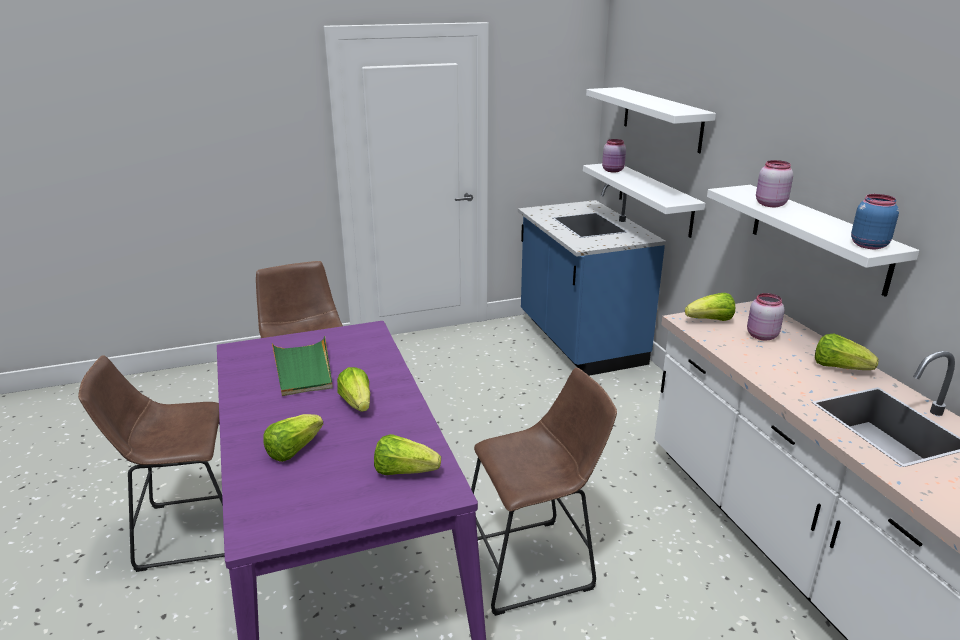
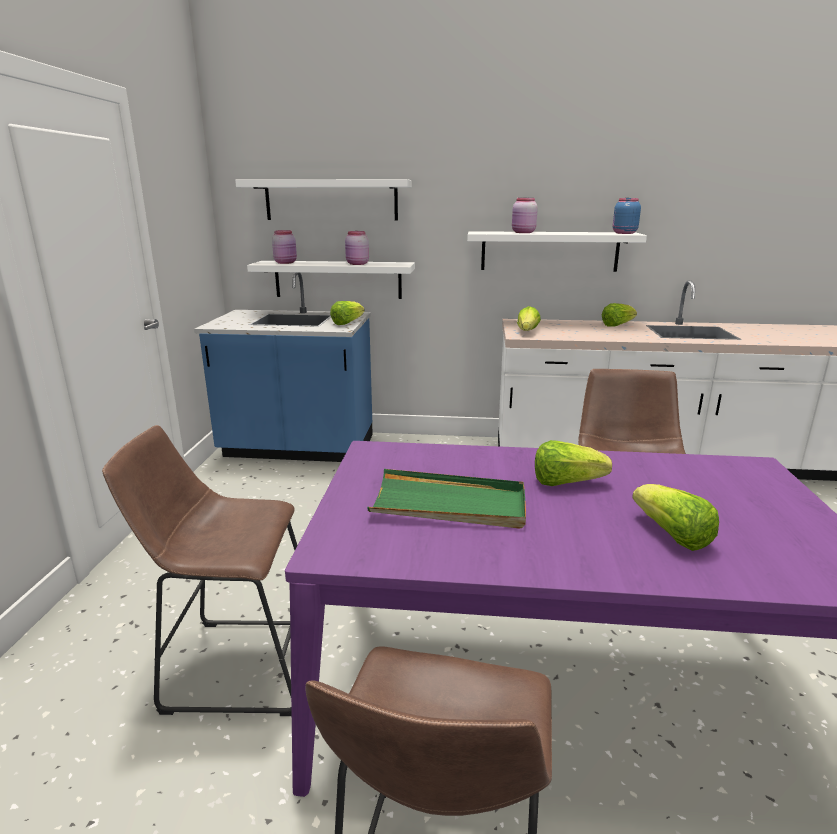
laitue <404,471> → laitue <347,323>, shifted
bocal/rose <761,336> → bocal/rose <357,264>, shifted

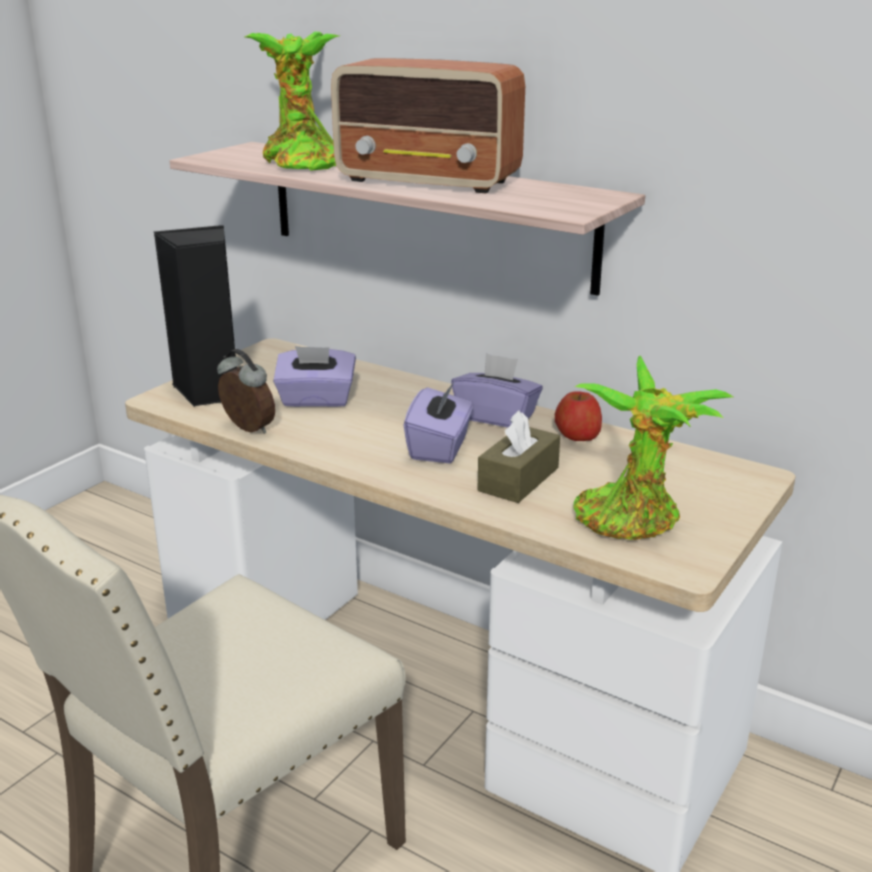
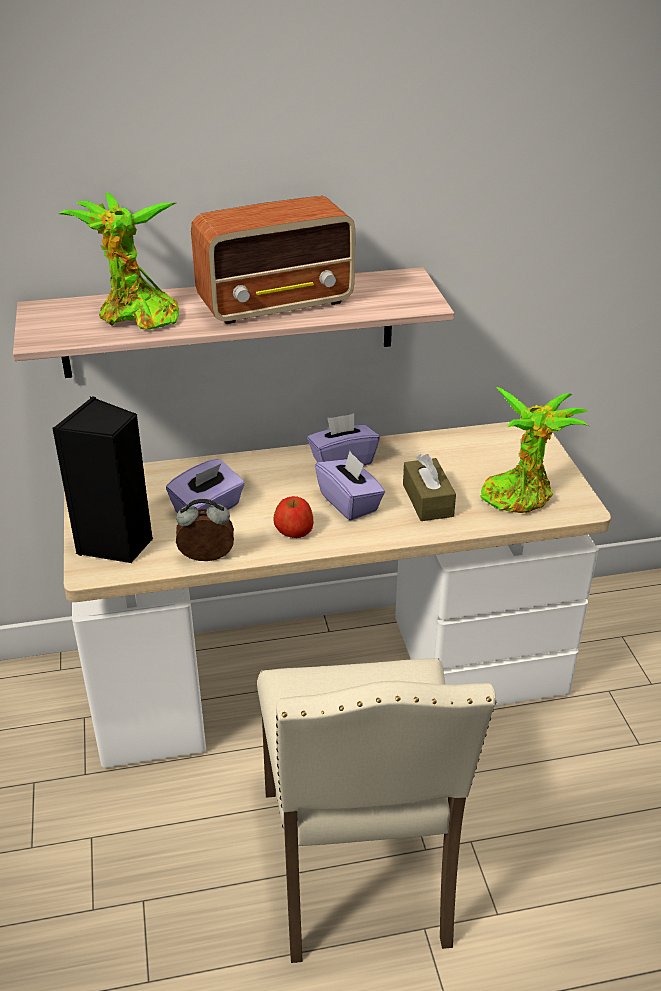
pomme <577,435> → pomme <294,531>, shifted

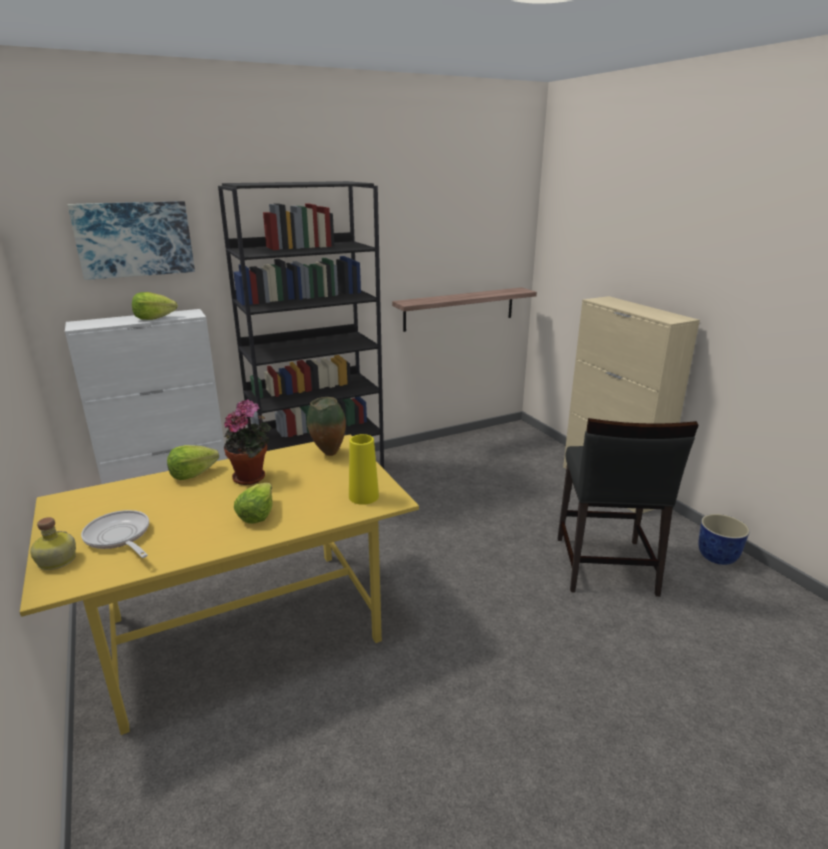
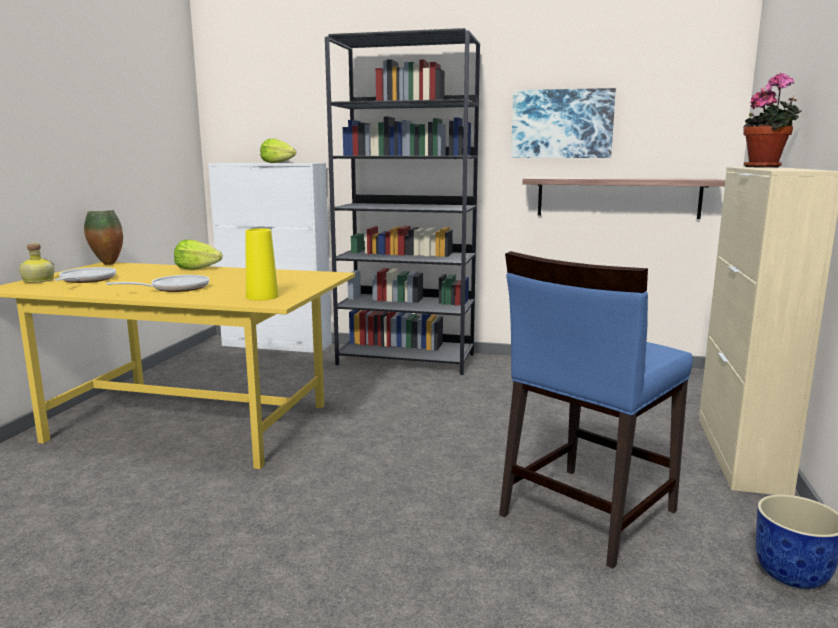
tableau <134,239> → tableau <562,124>, shifted
plante en pot <252,477> → plante en pot <766,167>, shifted
vase <328,454> → vase <107,264>, shifted
laitue <257,514> → poêle <175,288>
chaise/noir <604,566> → chaise/bleu <586,513>

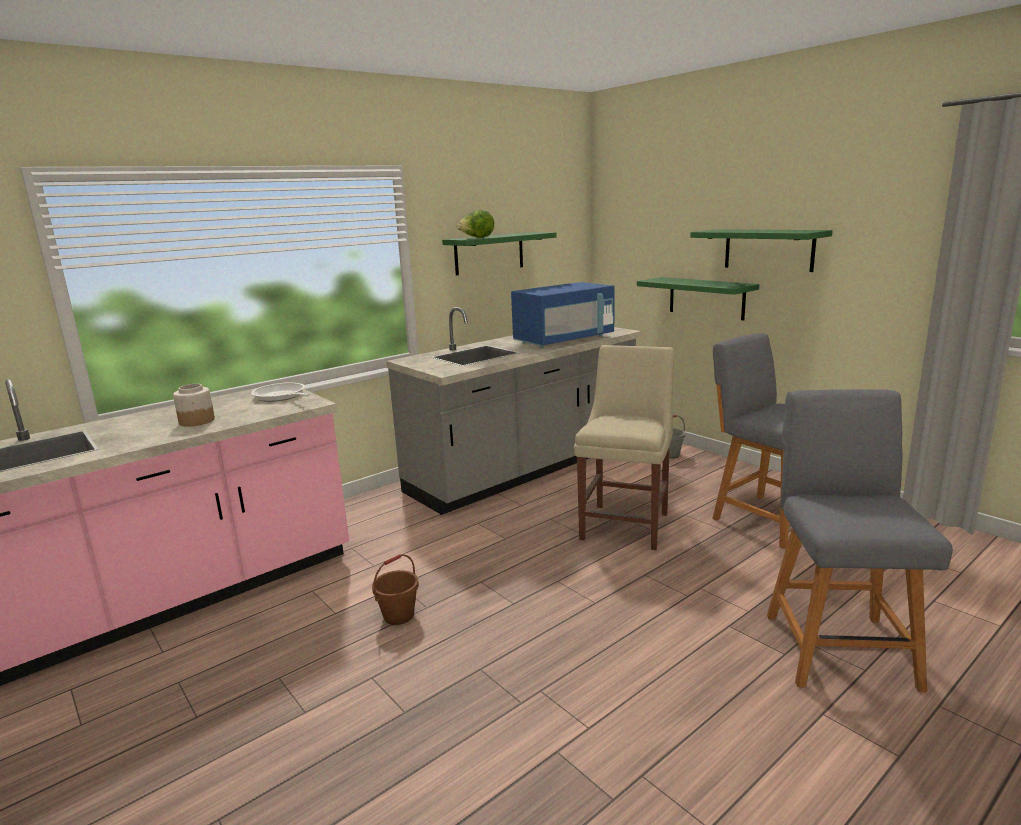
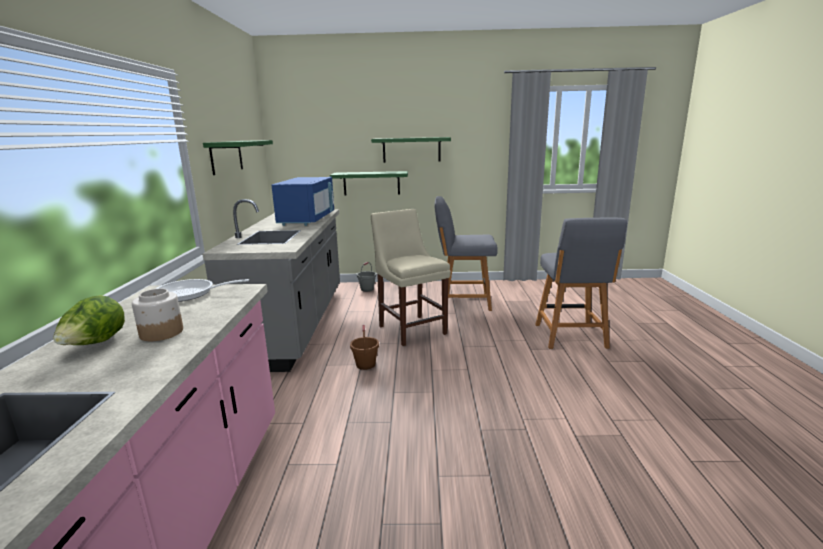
seau/marron <398,615> → seau/marron <365,364>, shifted
laitue <476,238> → laitue <95,344>, shifted
chaise/gris <837,646> → chaise/gris <571,337>, 135 degrees counterclockwise

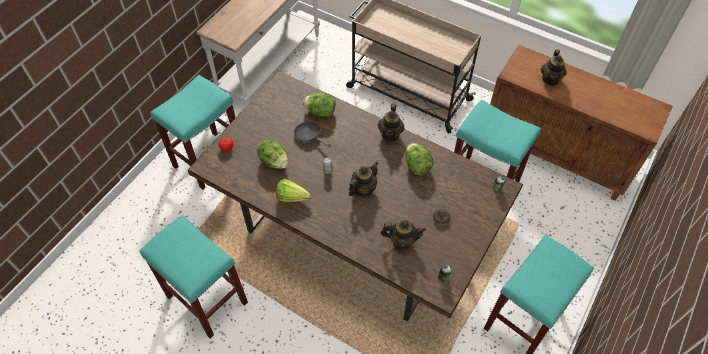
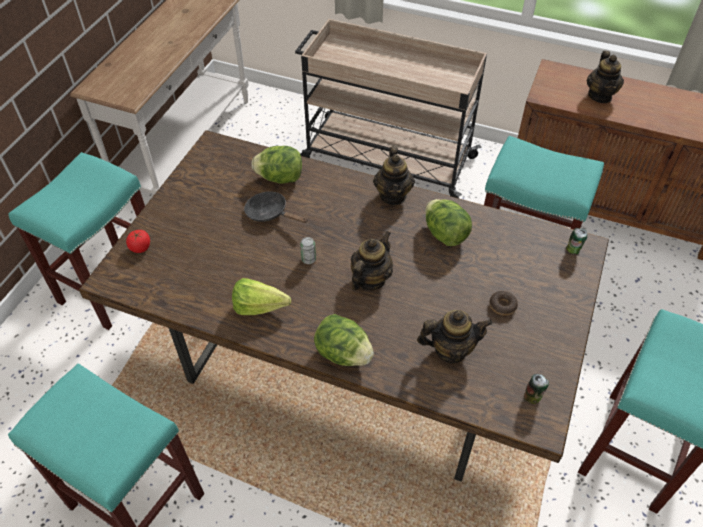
laitue <274,161> → laitue <343,353>, shifted

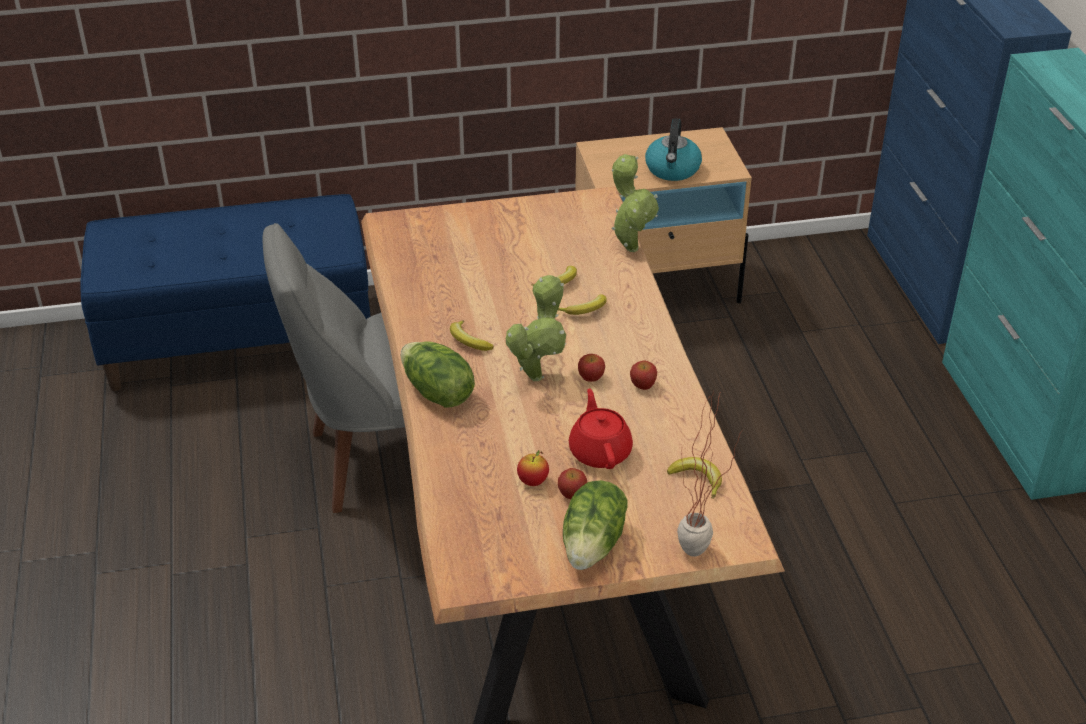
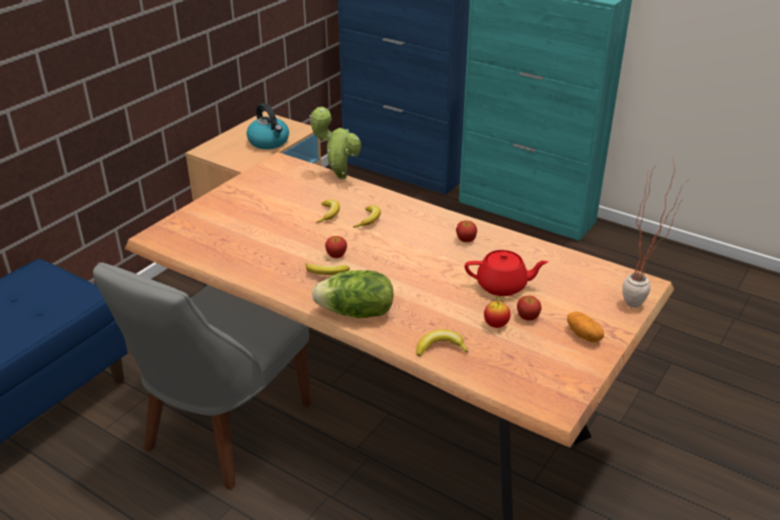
plante en pot <537,374> → -
pomme <591,378> → pomme <336,255>, shifted
banane <697,479> → banane <440,348>, shifted
laitue <594,544> → pomme de terre <584,335>
théière/rouge <600,451> → théière/rouge <502,286>, 150 degrees clockwise

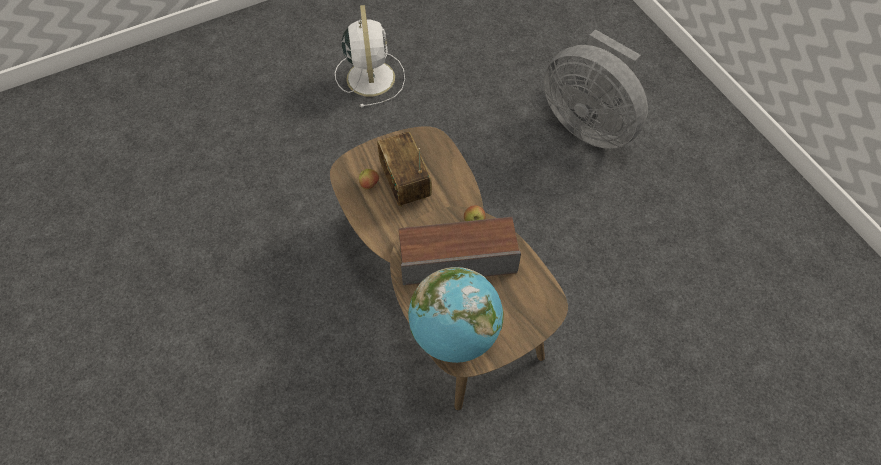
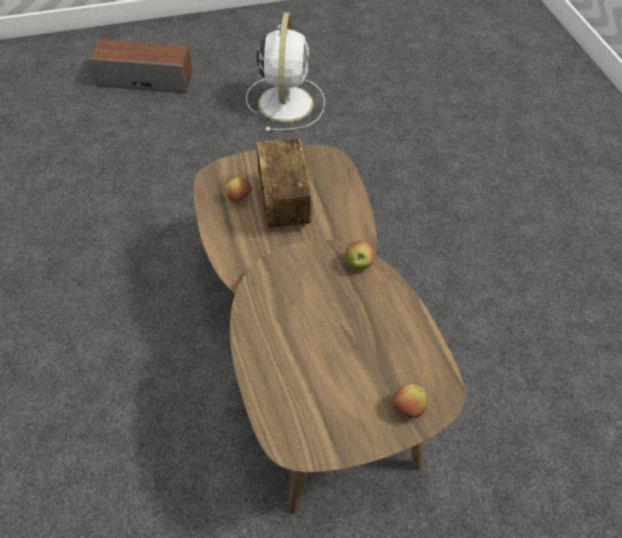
globe <455,334> → -
ventilateur/gris <589,123> → -
- → pomme <408,408>
enceinte <457,260> → enceinte <145,78>, shifted

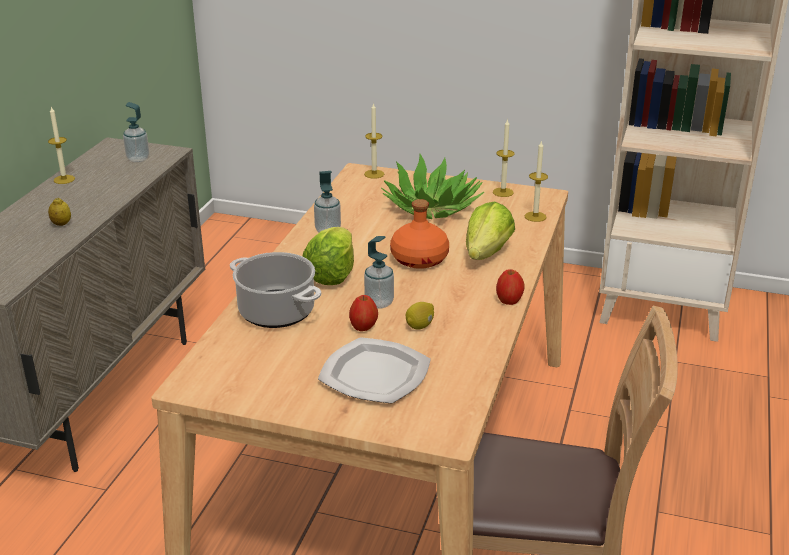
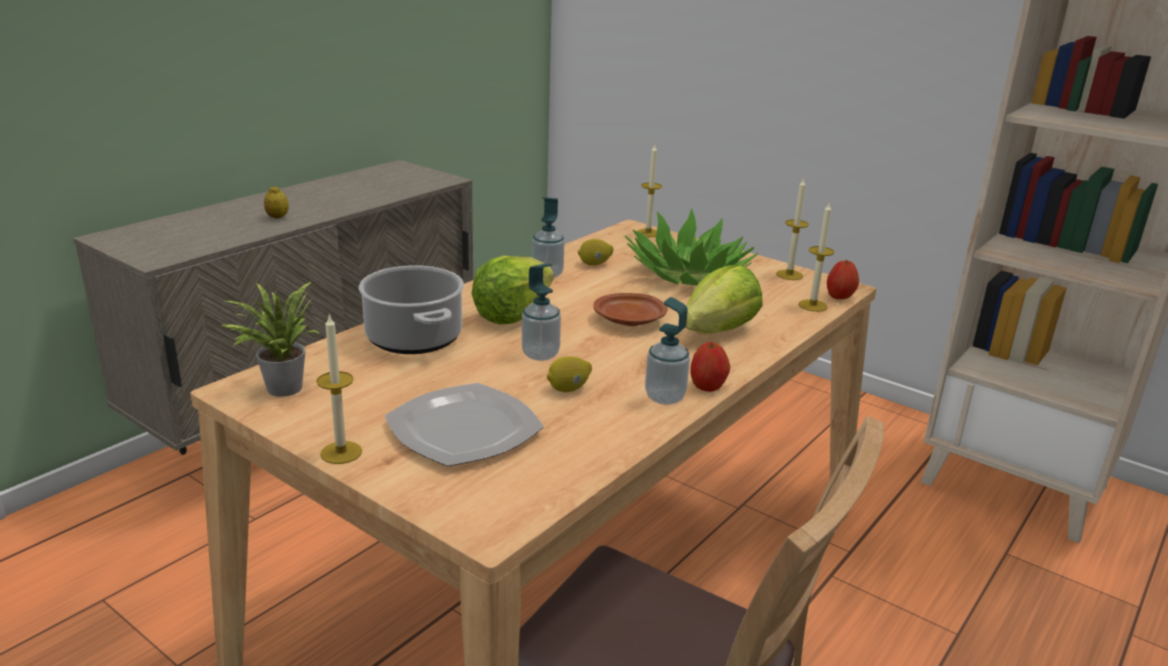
- → plante en pot <280,387>
- → citron <594,264>
bougie <64,179> → bougie <341,452>, shifted
distributeur de savon <138,159> → distributeur de savon <665,397>, shifted
pomme <363,327> → pomme <840,297>, shifted
bouteille/orange <420,259> → assiette/marron <630,320>

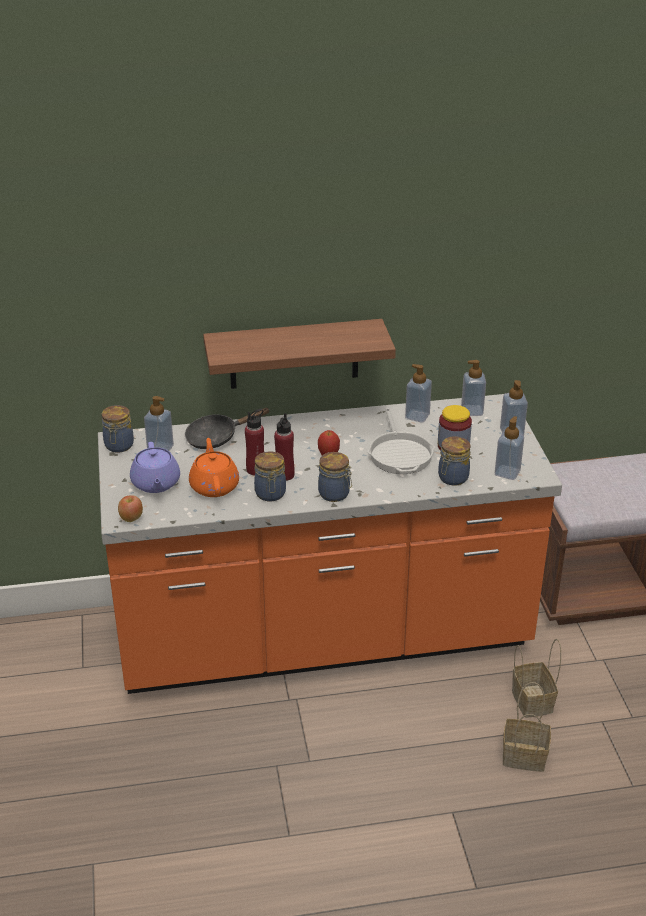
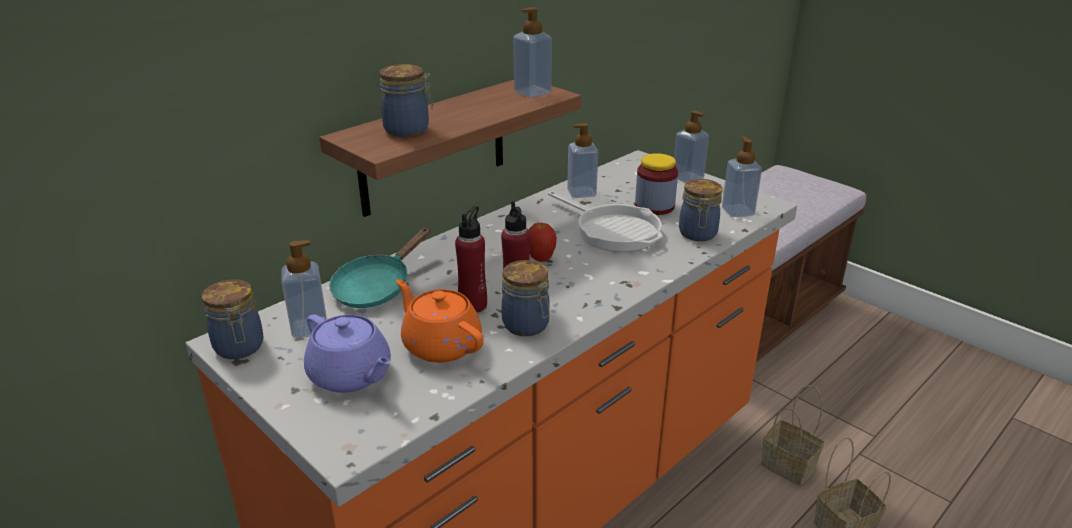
pomme <131,518> → -
bocal <335,494> → bocal <409,130>, shifted
distributeur de savon <472,411> → distributeur de savon <532,92>, shifted
poêle/noir <217,437> → poêle/turquoise <377,287>

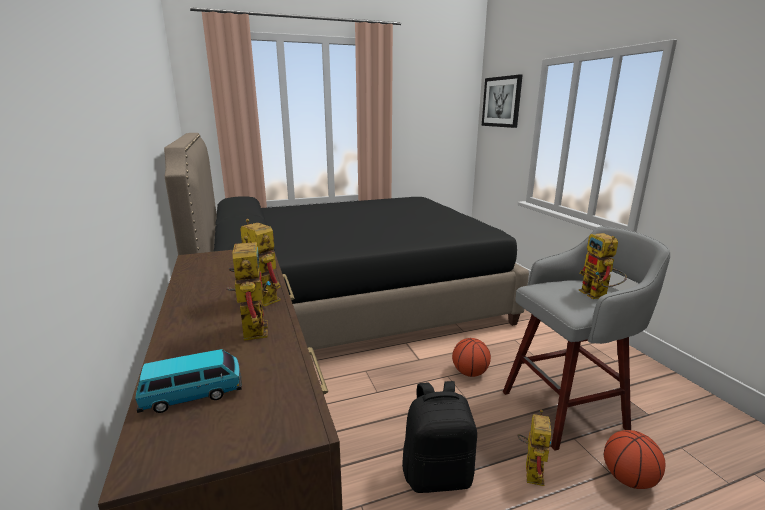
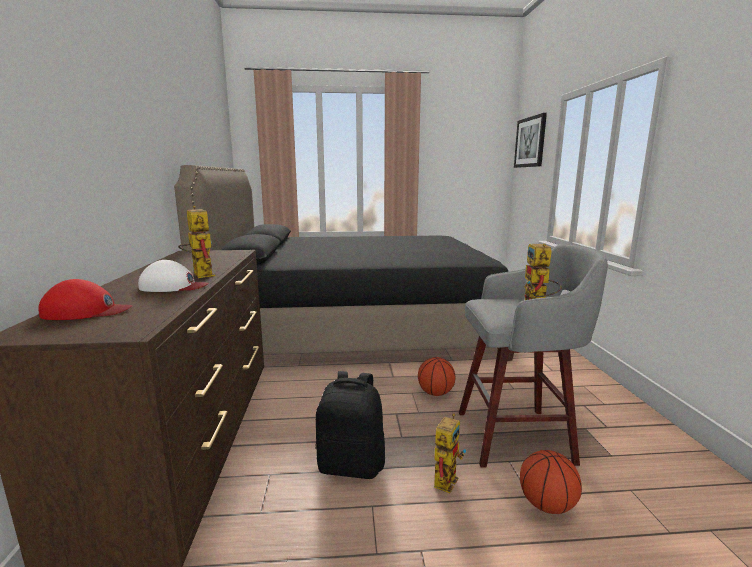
petite voiture <193,394> → casquette/rouge <86,311>
robot jouet <252,327> → casquette/blanc <173,286>

